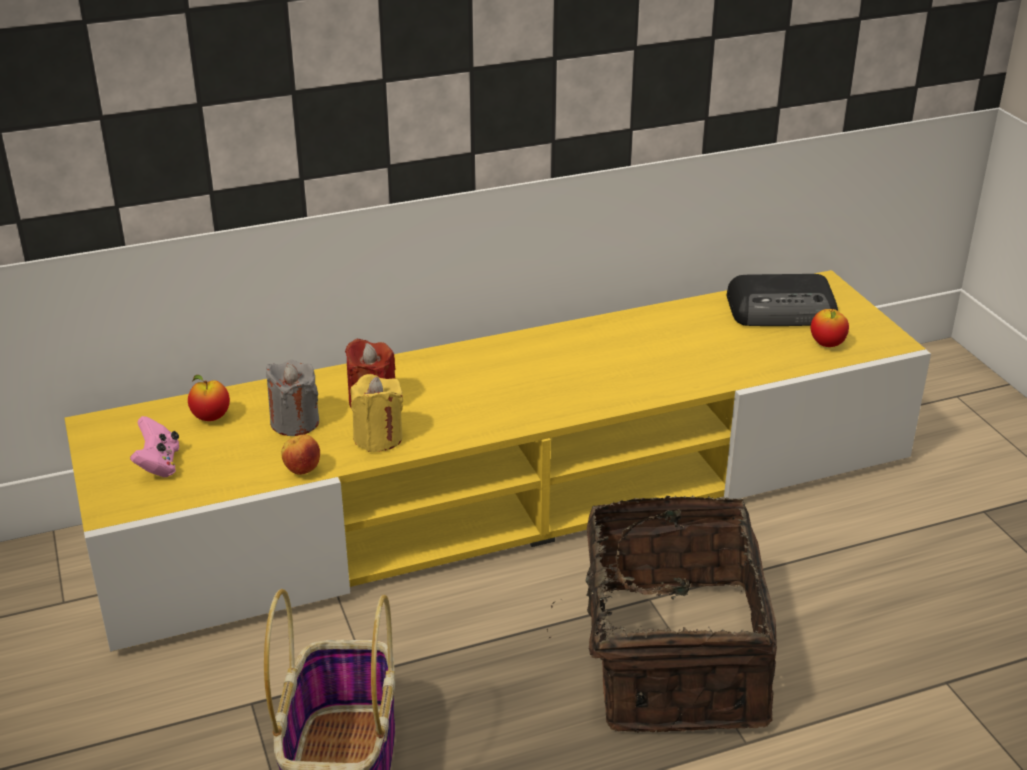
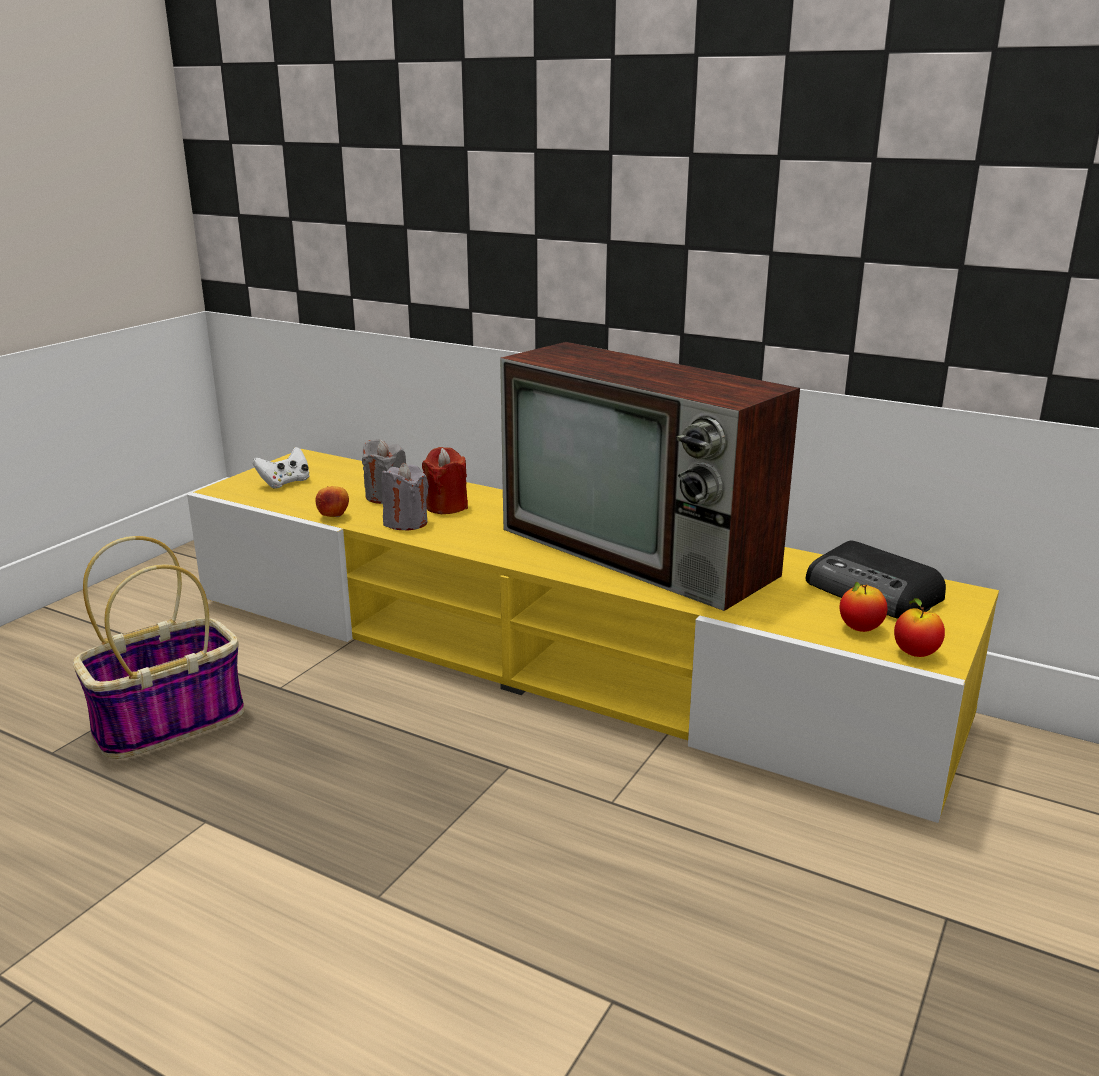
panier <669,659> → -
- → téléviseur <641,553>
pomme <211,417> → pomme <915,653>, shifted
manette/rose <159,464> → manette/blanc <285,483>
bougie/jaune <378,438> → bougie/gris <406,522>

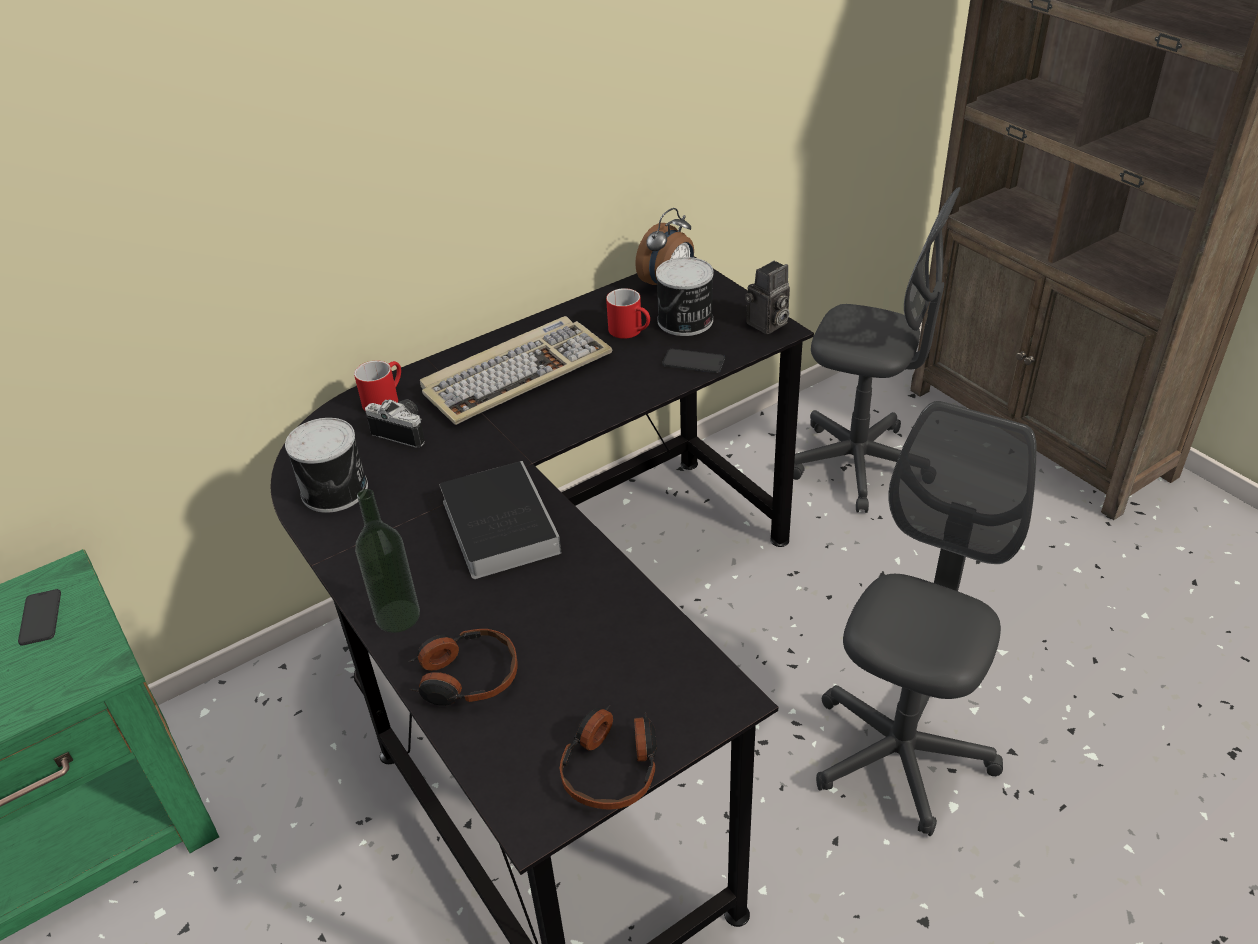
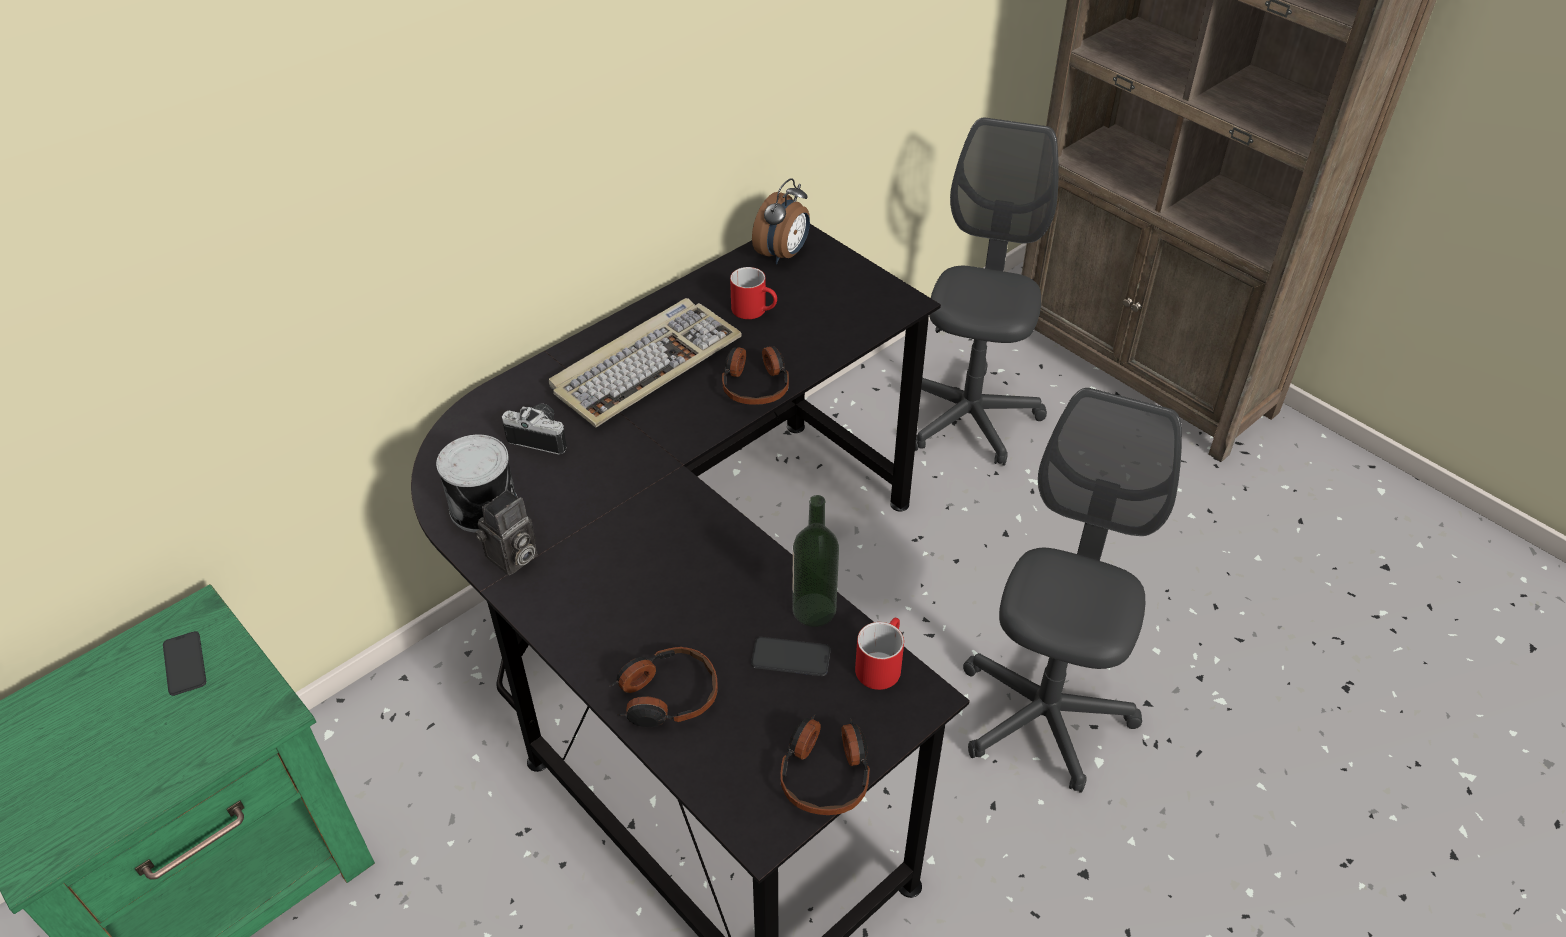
livre <498,523> → -
boîte métallique <685,321> → -
- → casque audio <755,384>
mug/rouge <384,399> → mug/rouge <880,663>, shifted
bouteille <397,616> → bouteille <814,609>, shifted
téléphone <693,361> → téléphone <791,657>, shifted
appareil photo <767,325> → appareil photo <512,559>, shifted
chaise de bureau/gris <859,465> → chaise de bureau/gris <969,418>, 90 degrees counterclockwise

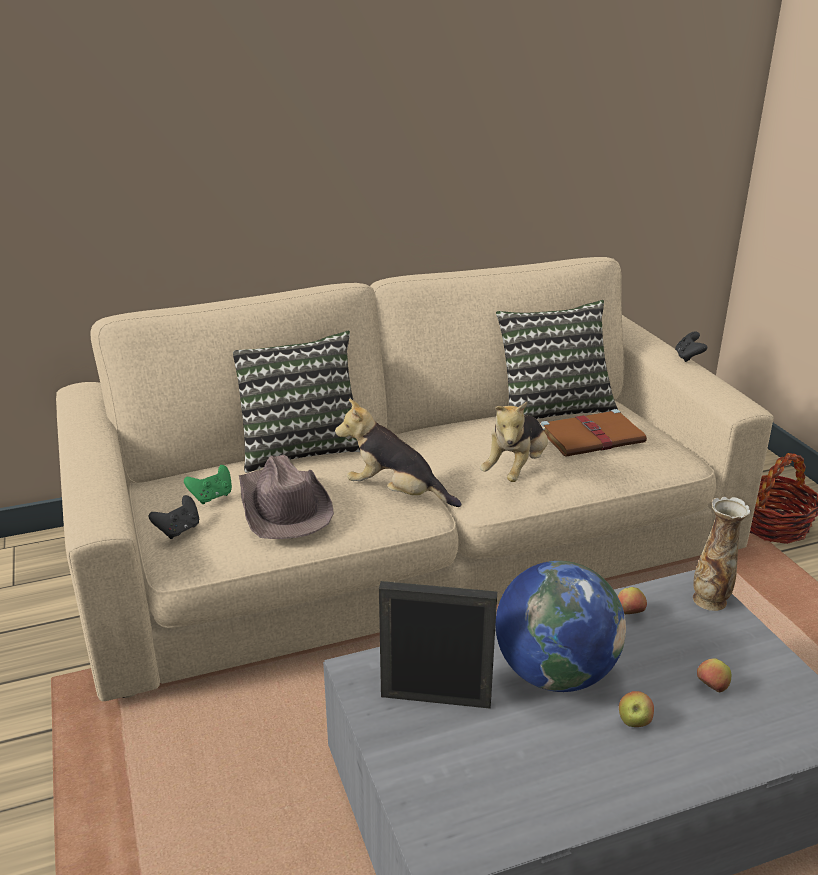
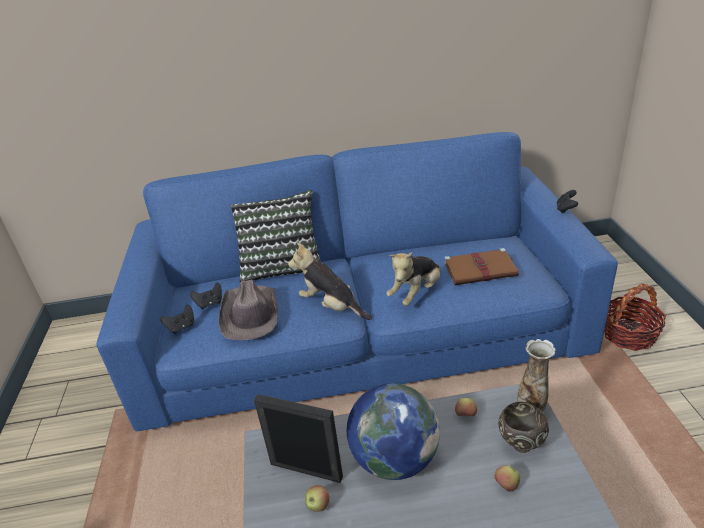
coussin <552,408> → -
- → bol/marron <520,444>
pomme <634,722> → pomme <318,506>, shifted
canapé/beige <408,544> → canapé/bleu <359,332>
manette/vert <212,497> → manette/noir <210,303>

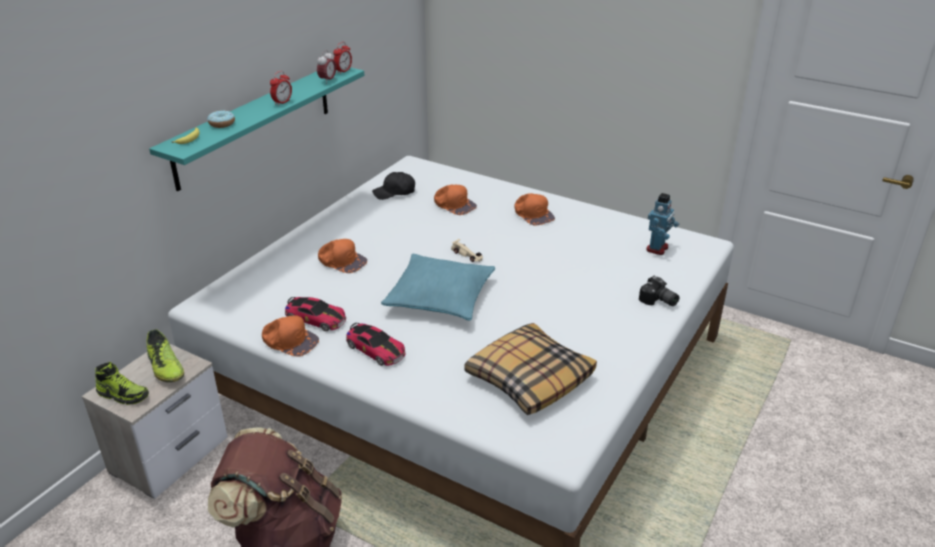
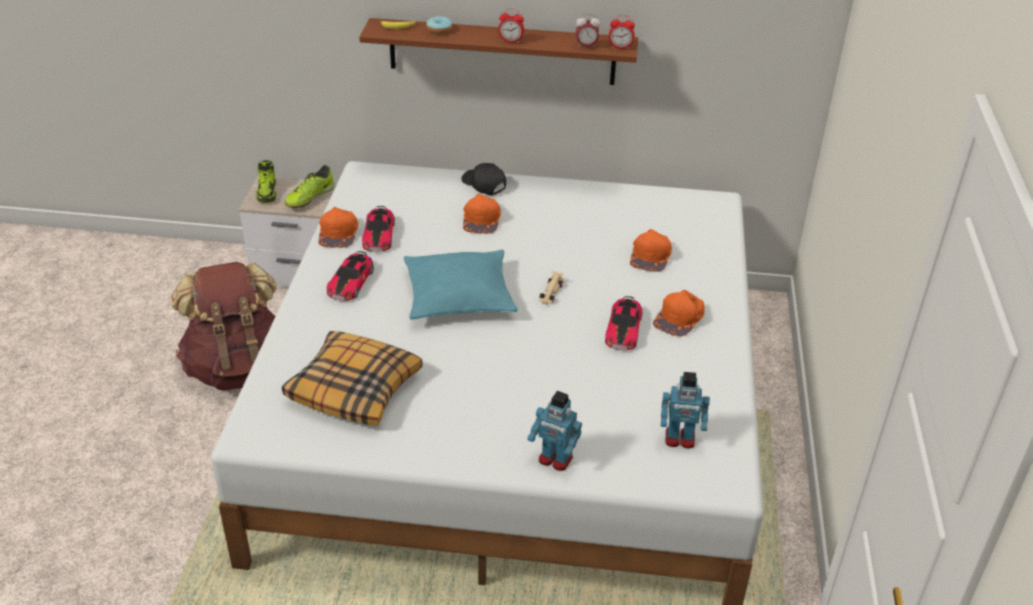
- → petite voiture <623,329>
casquette/noir <394,192> → casquette/noir <484,185>, shifted
appareil photo <658,301> → robot jouet <555,459>
étagère/turquoise <254,125> → étagère/marron <502,51>

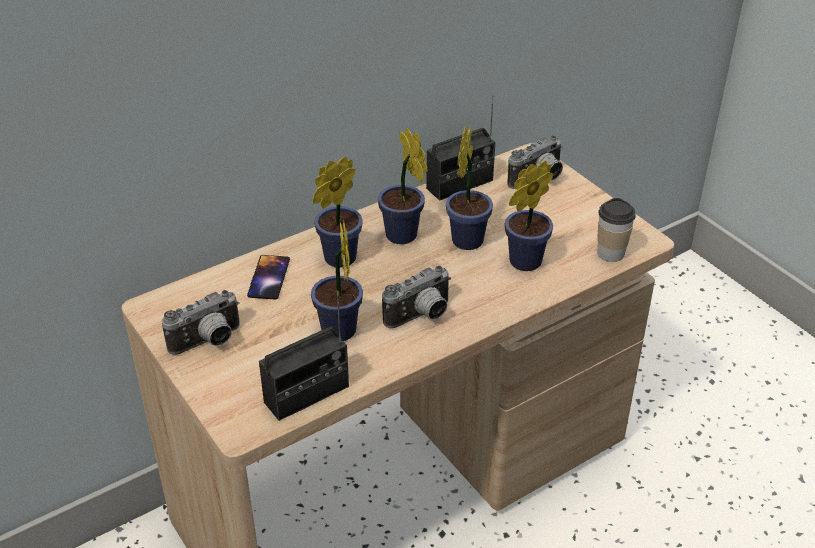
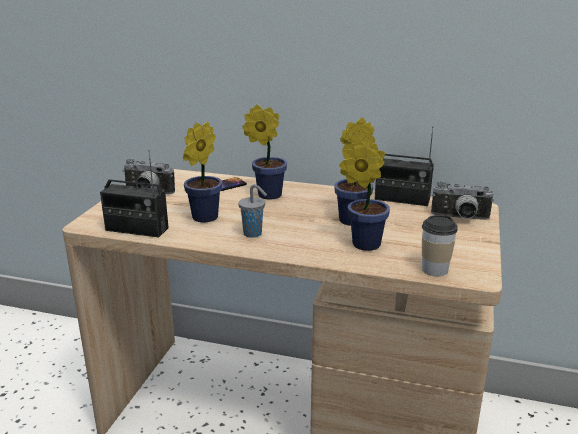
plante en pot <403,237> → -
appareil photo <421,317> → tasse/gris <253,234>

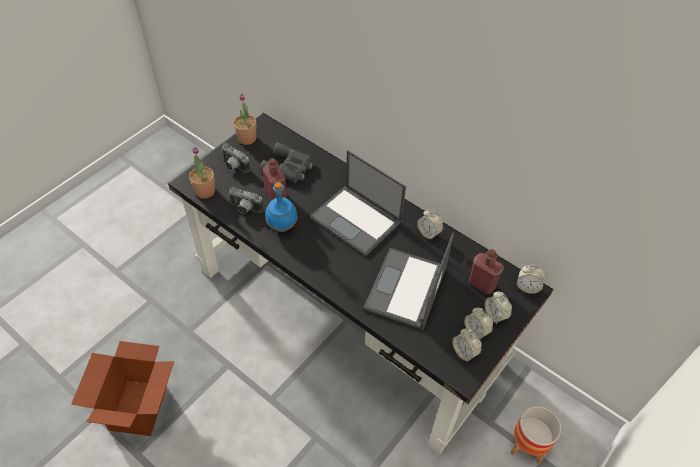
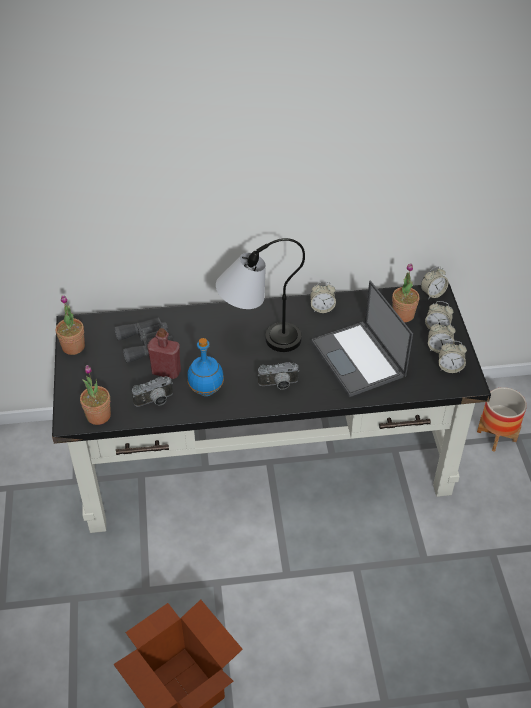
appareil photo <234,166> → appareil photo <278,385>, shifted
ordinateur portable <357,220> → lampe de table <258,340>
bouteille/rouge <482,284> → plante en pot <403,315>

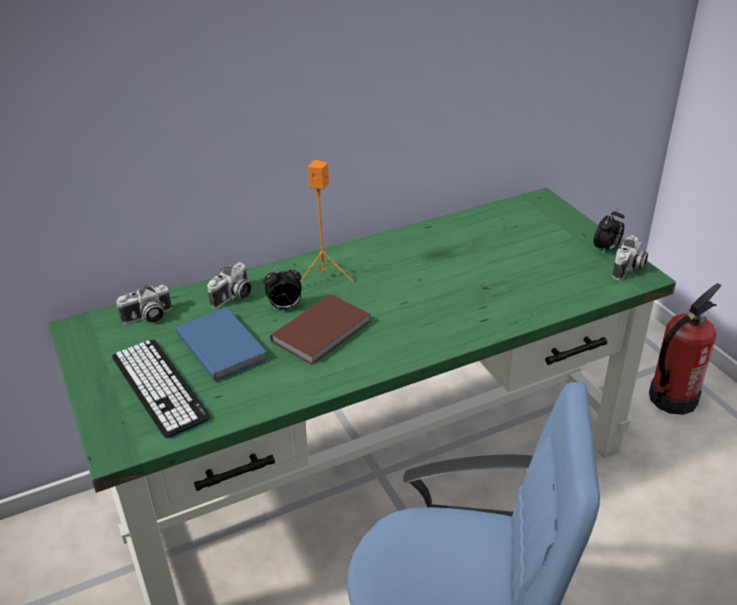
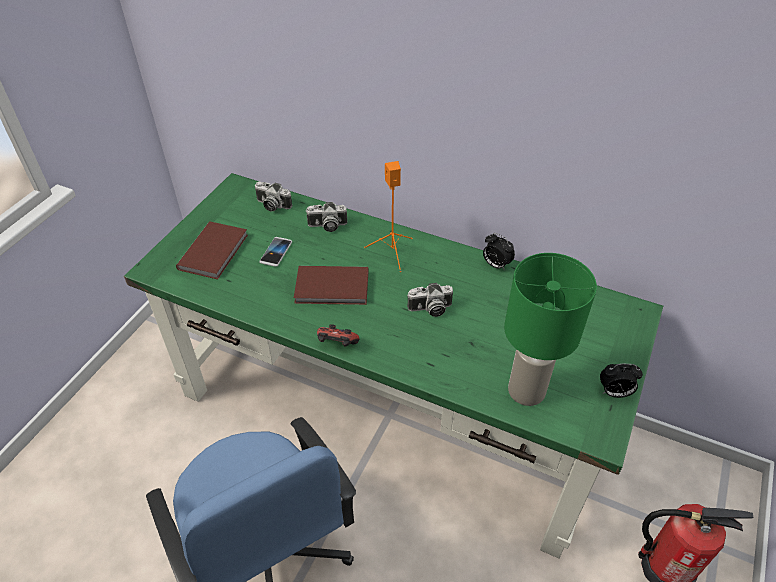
- → manette <337,345>
- → lampe de table/vert <525,391>
réveil <285,307> → réveil <495,265>, shifted
appareil photo <628,269> → appareil photo <430,309>, shifted
clavier <159,387> → livre/marron <215,251>
livre/bleu <223,345> → téléphone <276,252>

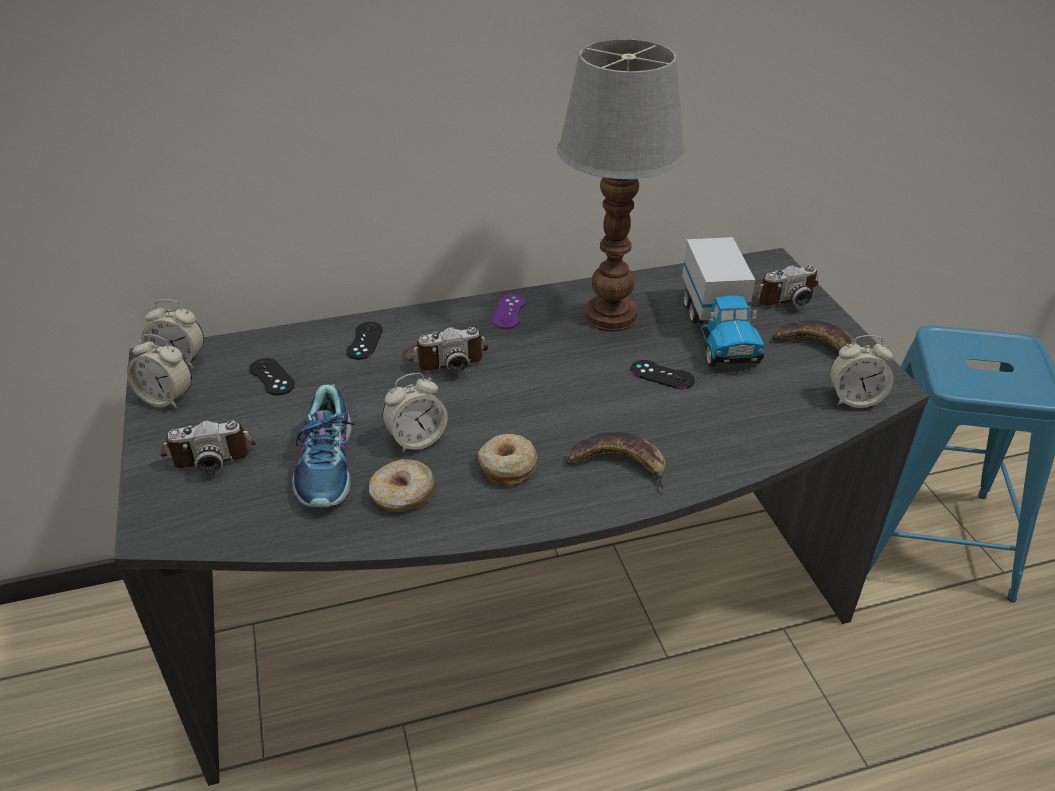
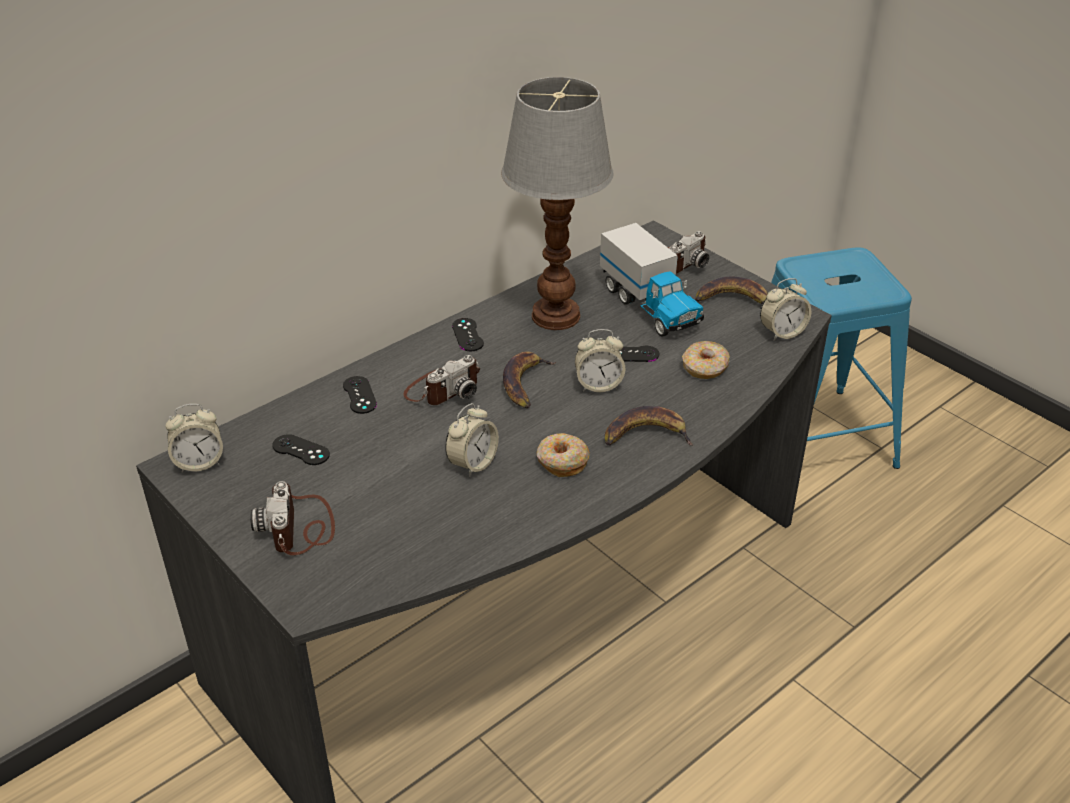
chaussure <328,464> → -
- → banane <525,383>
réveil <167,398> → réveil <598,385>, shifted
beignet <402,495> → beignet <705,367>, shifted
manette/violet <509,312> → manette/noir <467,335>
appareil photo <210,451> → appareil photo <300,528>, 120 degrees clockwise

